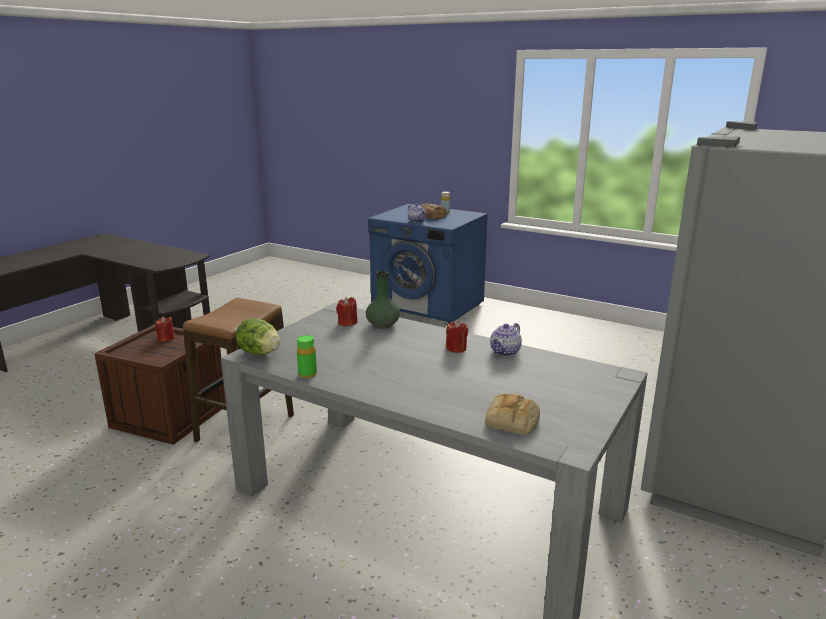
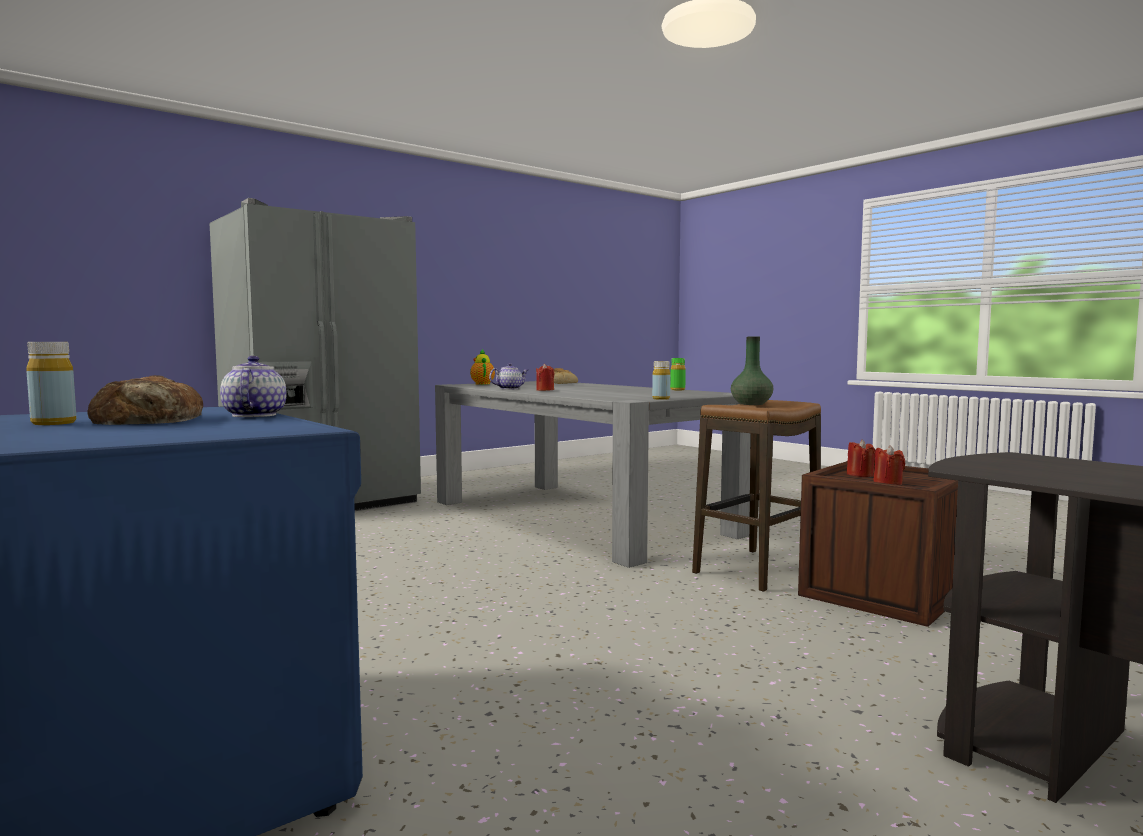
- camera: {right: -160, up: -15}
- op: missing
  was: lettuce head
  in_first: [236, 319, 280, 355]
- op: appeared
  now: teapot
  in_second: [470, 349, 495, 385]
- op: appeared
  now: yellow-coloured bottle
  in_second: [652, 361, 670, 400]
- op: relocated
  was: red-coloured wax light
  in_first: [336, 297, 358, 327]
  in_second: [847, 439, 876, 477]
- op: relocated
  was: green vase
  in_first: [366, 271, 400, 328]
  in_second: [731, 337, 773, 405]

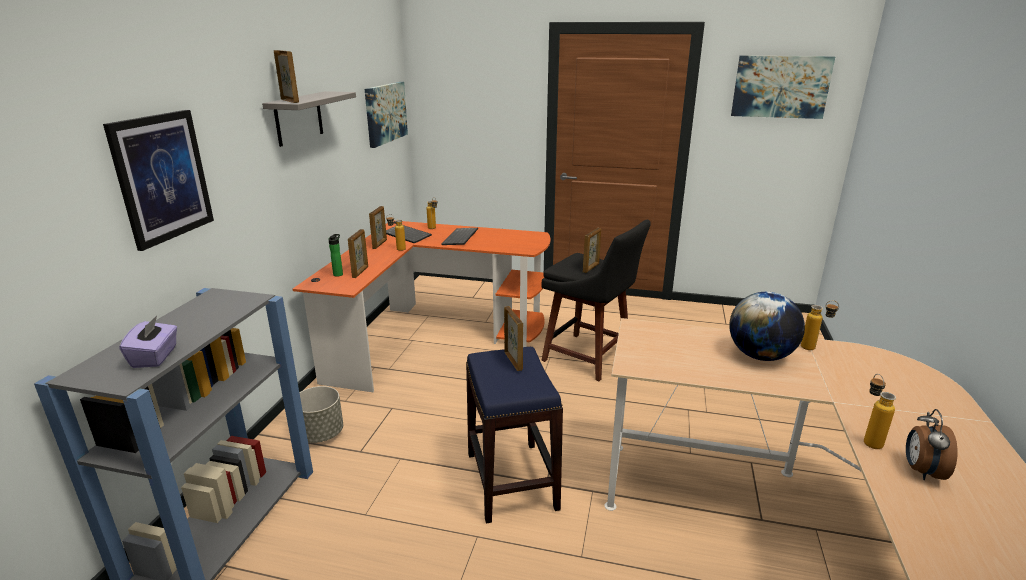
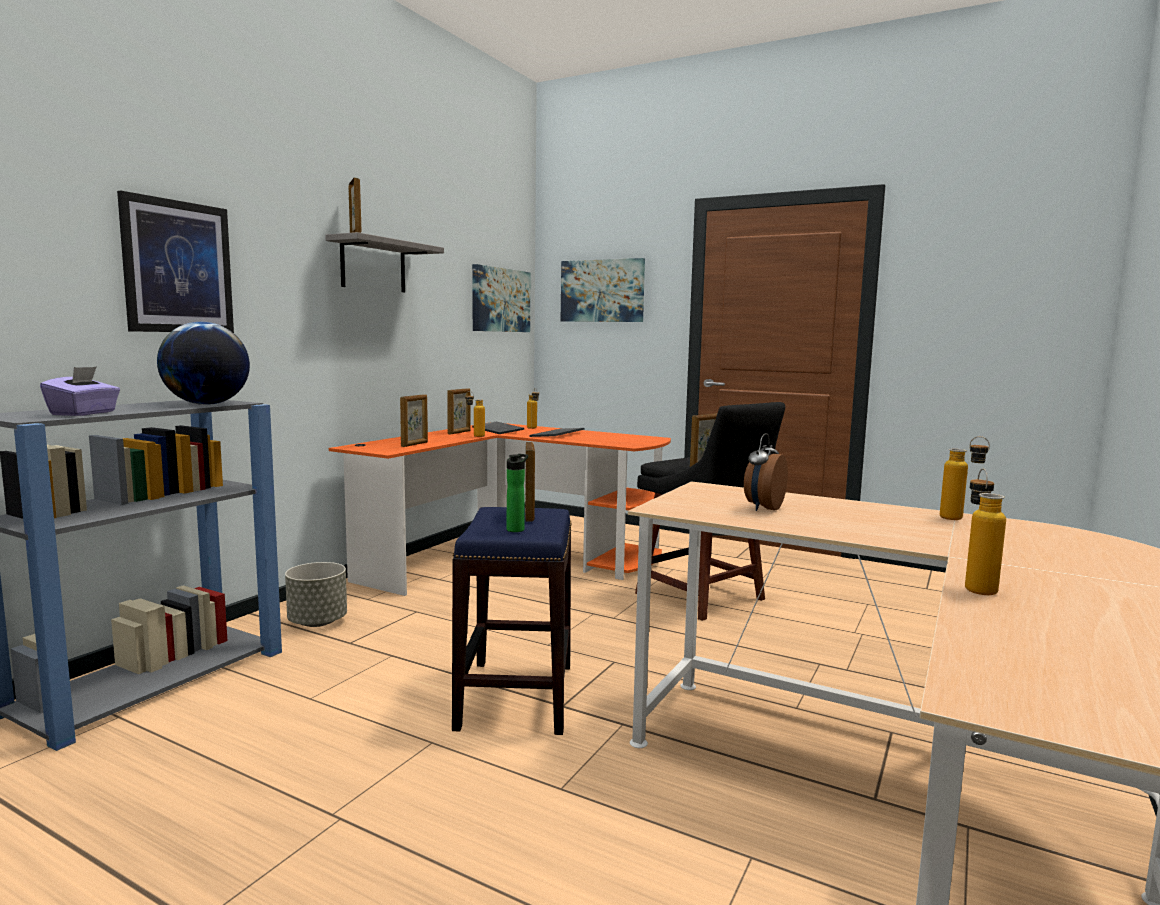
- camera: {right: 15, up: -15}
- op: relocated
  was: bottle
  in_first: [328, 234, 343, 277]
  in_second: [507, 454, 528, 532]
- op: relocated
  was: desk globe
  in_first: [729, 292, 805, 361]
  in_second: [157, 322, 250, 405]
- op: relocated
  was: wall art
  in_first: [731, 56, 835, 119]
  in_second: [561, 258, 645, 322]
- op: relocated
  was: table clock
  in_first: [906, 409, 958, 480]
  in_second: [744, 433, 788, 511]

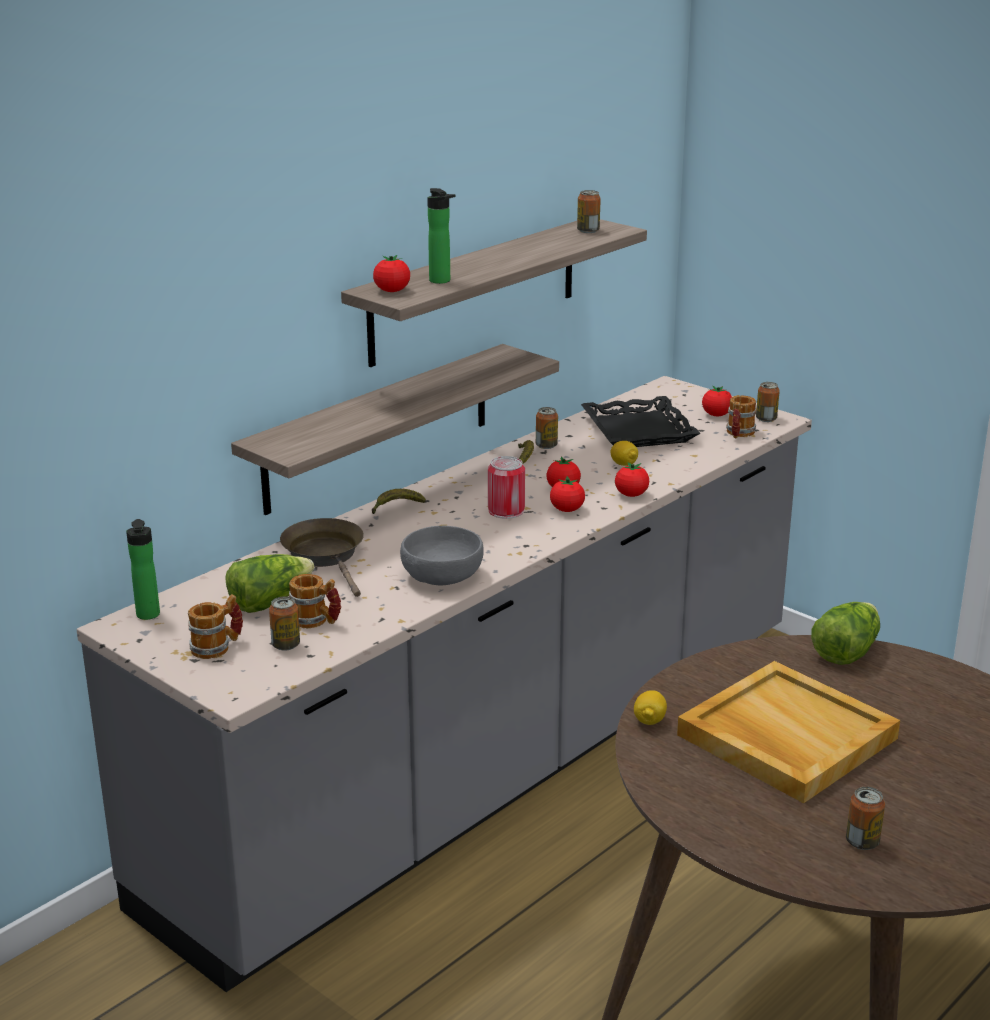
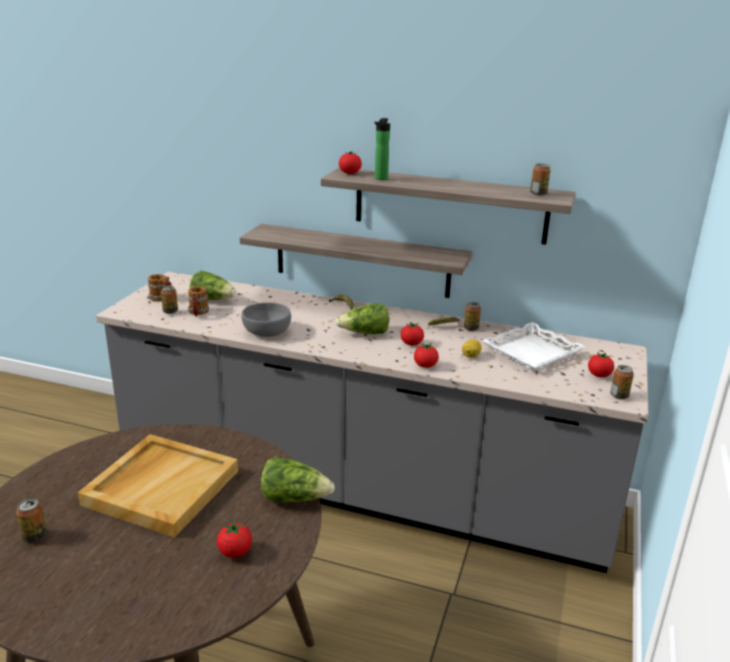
- camera: {right: 65, up: 0}
- op: missing
  was: bottle
  in_first: [126, 519, 160, 620]
- op: missing
  was: brown-coloured skillet
  in_first: [280, 518, 364, 597]
- op: missing
  was: lemon
  in_first: [634, 690, 667, 725]
- op: missing
  was: mug
  in_first: [726, 395, 757, 438]
- op: relocated
  was: fresh tomato
  in_first: [550, 476, 585, 512]
  in_second: [217, 520, 252, 558]
- op: exchanged
  was: can
  now: lettuce head
  in_first: [488, 456, 525, 519]
  in_second: [336, 303, 389, 334]
- op: colour
  was: blackish serving tray
  now: whitish serving tray
  in_first: [581, 396, 701, 447]
  in_second: [482, 322, 585, 371]

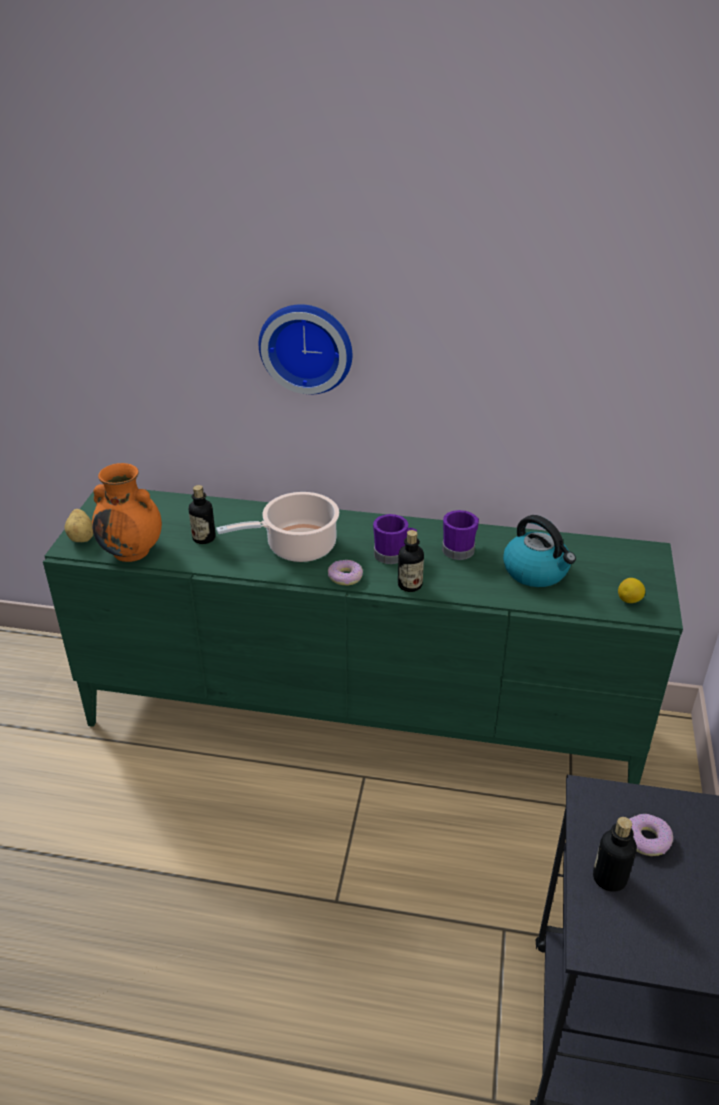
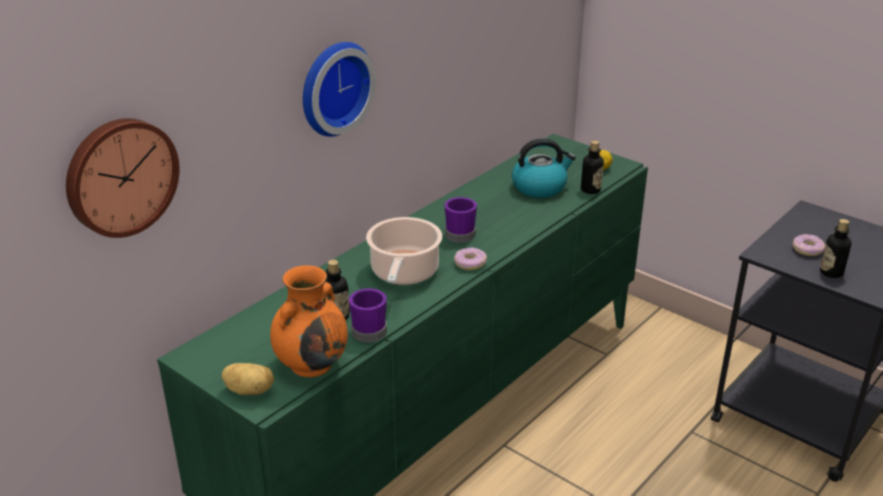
- camera: {right: -60, up: -5}
- op: appeared
  now: hanging clock
  in_second: [66, 118, 180, 238]
- op: relocated
  was: bottle
  in_first: [398, 530, 424, 592]
  in_second: [581, 140, 604, 194]
- op: relocated
  was: purplish mug
  in_first: [442, 510, 479, 560]
  in_second: [349, 288, 387, 342]

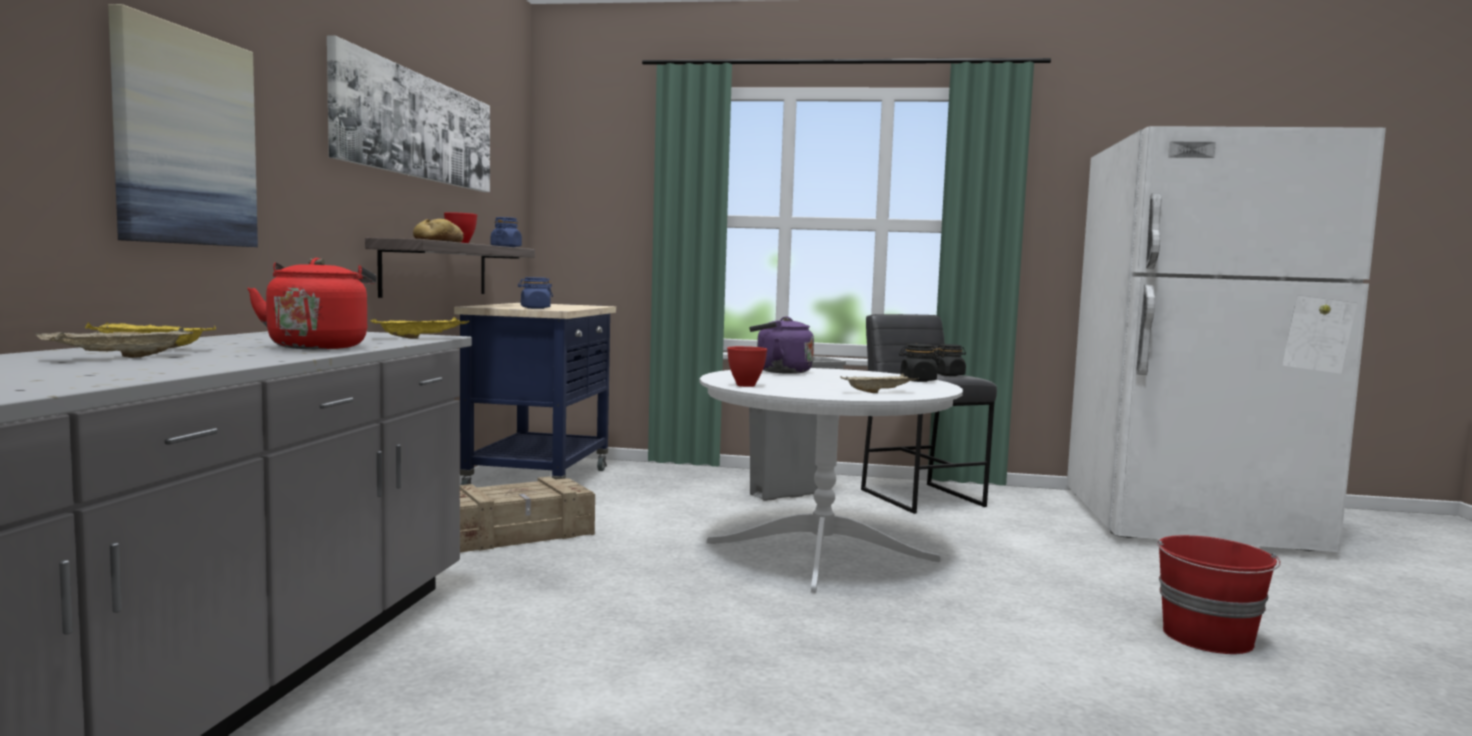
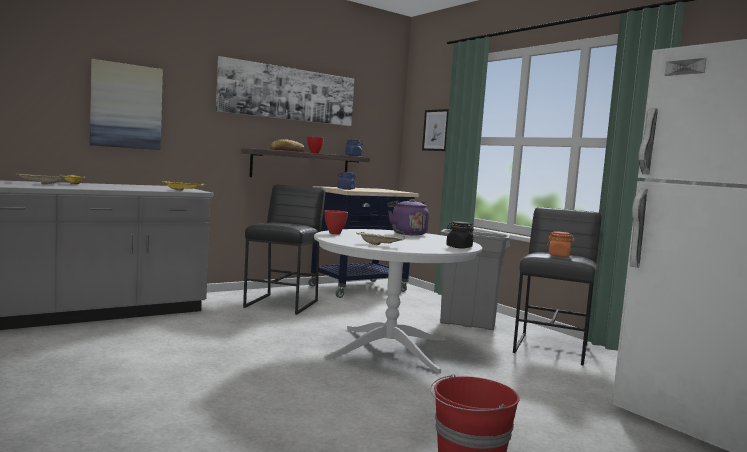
- camera: {right: 45, up: 0}
- op: missing
  was: red-coloured water kettle
  in_first: [247, 258, 377, 349]
- op: appeared
  now: wall art
  in_second: [422, 109, 449, 151]
- op: exchanged
  was: crate
  now: blackish stool
  in_first: [460, 476, 595, 552]
  in_second: [243, 185, 325, 315]
- op: colour
  was: blackish storage jar
  now: orangey storage jar
  in_first: [935, 344, 966, 376]
  in_second: [547, 231, 575, 257]

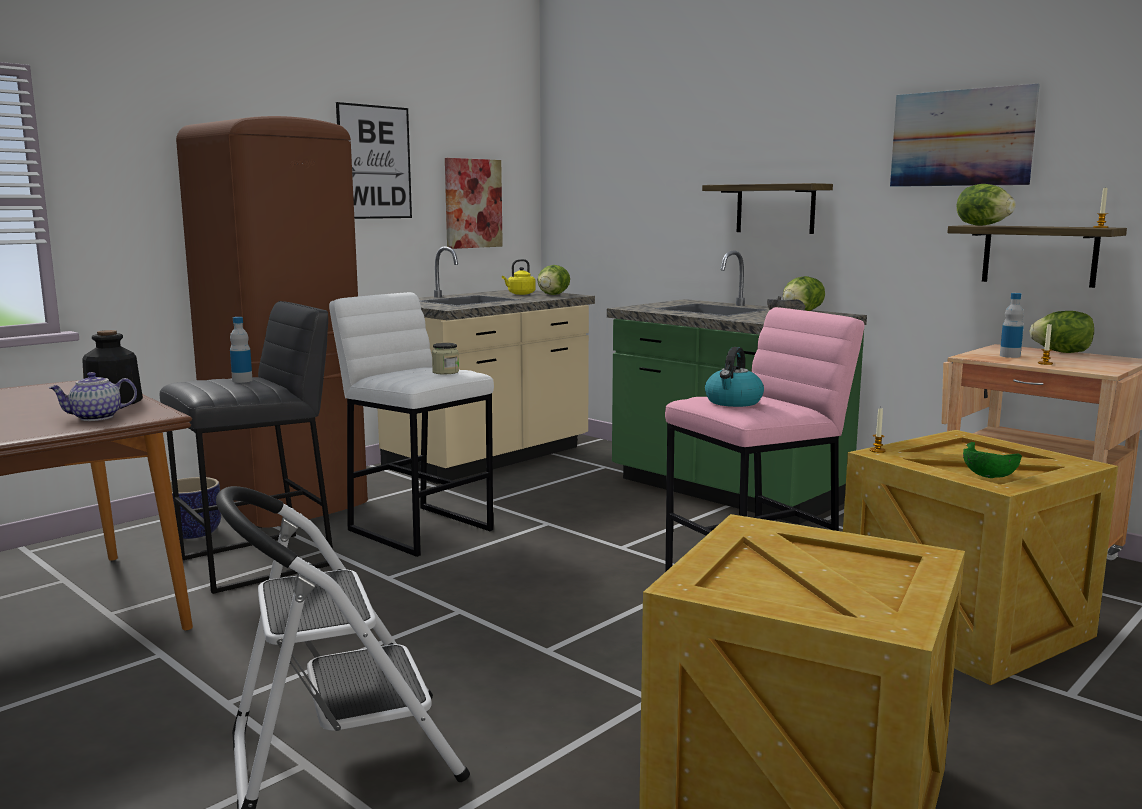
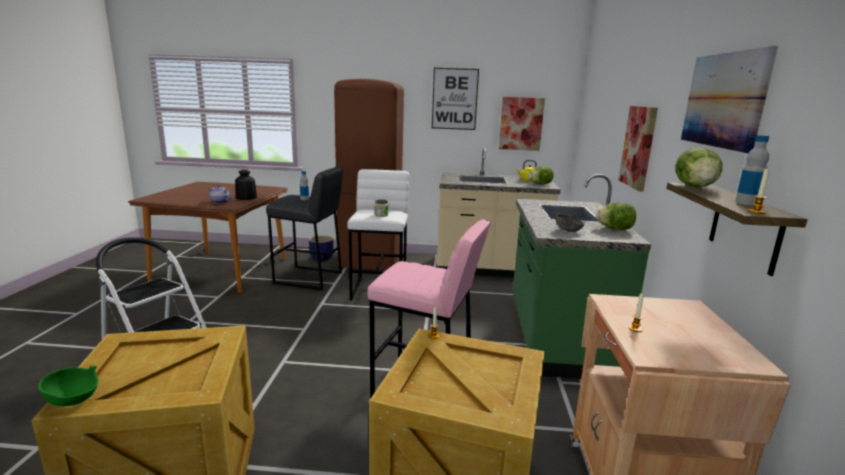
- camera: {right: 50, up: 5}
- op: missing
  was: water kettle
  in_first: [705, 347, 764, 407]
- op: missing
  was: lettuce head
  in_first: [1030, 311, 1094, 353]
- op: relocated
  was: green serving bowl
  in_first: [963, 441, 1022, 478]
  in_second: [38, 365, 98, 406]
- op: relocated
  was: bottle
  in_first: [1000, 293, 1024, 358]
  in_second: [735, 135, 769, 205]
- op: exchanged
  was: shelf
  now: wall art
  in_first: [702, 183, 833, 234]
  in_second: [618, 106, 658, 192]

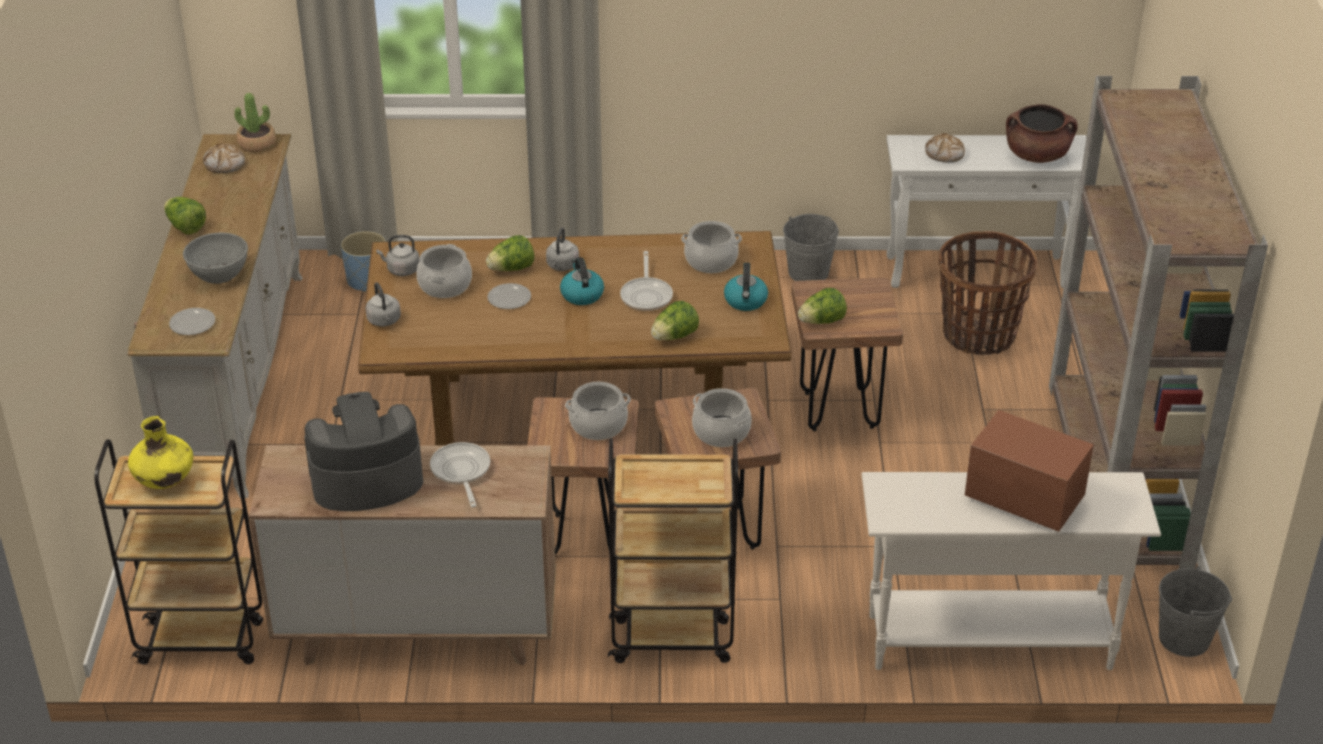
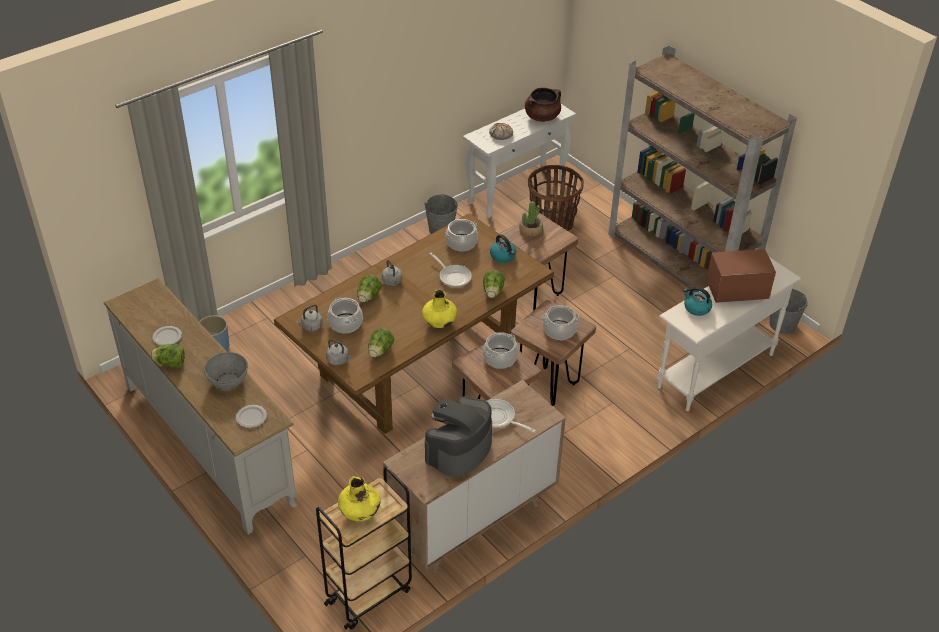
- camera: {right: -40, up: 5}
- op: missing
  was: bread
  in_first: [203, 144, 245, 173]
- op: missing
  was: brown-coloured wheeled cart
  in_first: [608, 438, 738, 663]
- op: appeared
  now: yellow-coloured vase
  in_second: [422, 290, 457, 328]
- op: relocated
  was: houseplant
  in_first: [234, 93, 276, 152]
  in_second: [519, 201, 543, 236]
- op: relocated
  was: plate
  in_first: [487, 283, 531, 309]
  in_second: [152, 326, 182, 346]
- op: relocated
  was: water kettle
  in_first: [560, 257, 604, 305]
  in_second: [683, 287, 712, 316]
- op: relocated
  was: lettuce head
  in_first: [798, 288, 847, 324]
  in_second: [368, 328, 394, 357]

